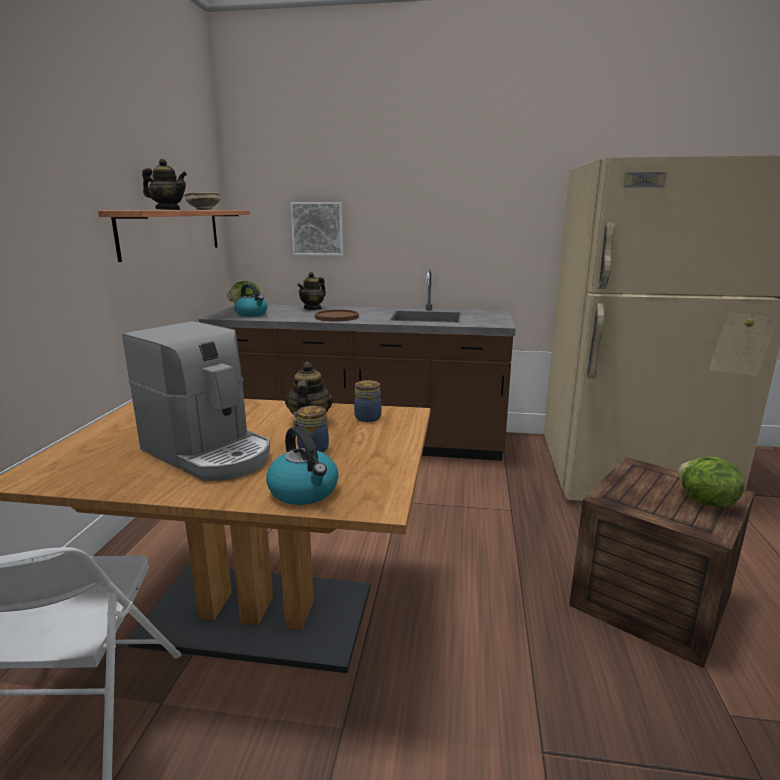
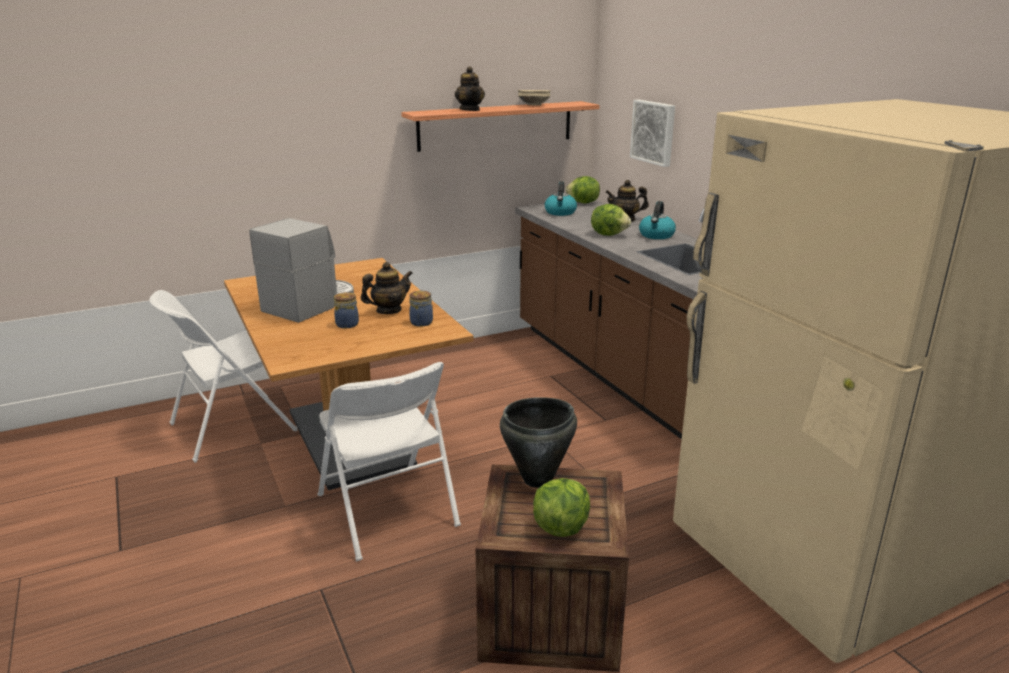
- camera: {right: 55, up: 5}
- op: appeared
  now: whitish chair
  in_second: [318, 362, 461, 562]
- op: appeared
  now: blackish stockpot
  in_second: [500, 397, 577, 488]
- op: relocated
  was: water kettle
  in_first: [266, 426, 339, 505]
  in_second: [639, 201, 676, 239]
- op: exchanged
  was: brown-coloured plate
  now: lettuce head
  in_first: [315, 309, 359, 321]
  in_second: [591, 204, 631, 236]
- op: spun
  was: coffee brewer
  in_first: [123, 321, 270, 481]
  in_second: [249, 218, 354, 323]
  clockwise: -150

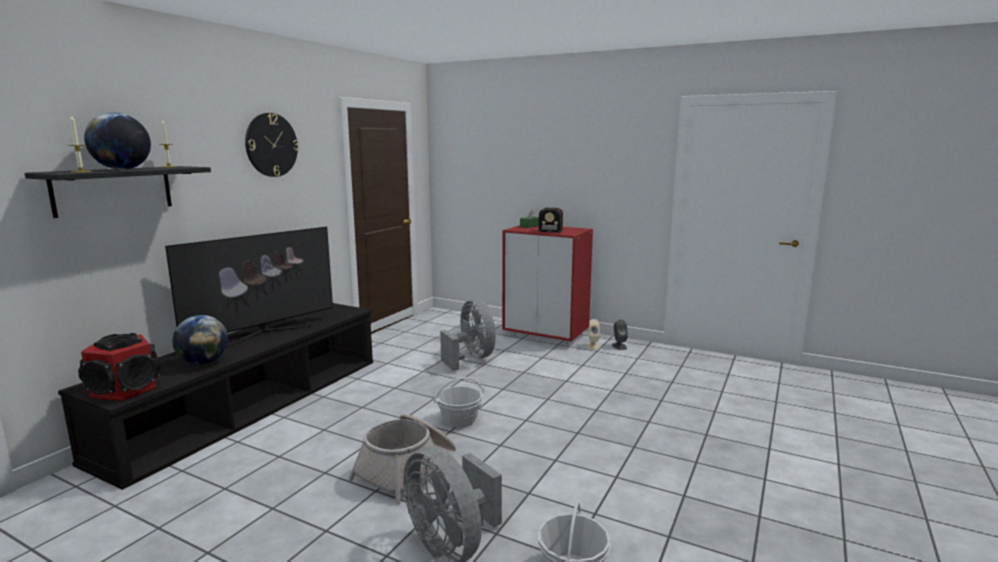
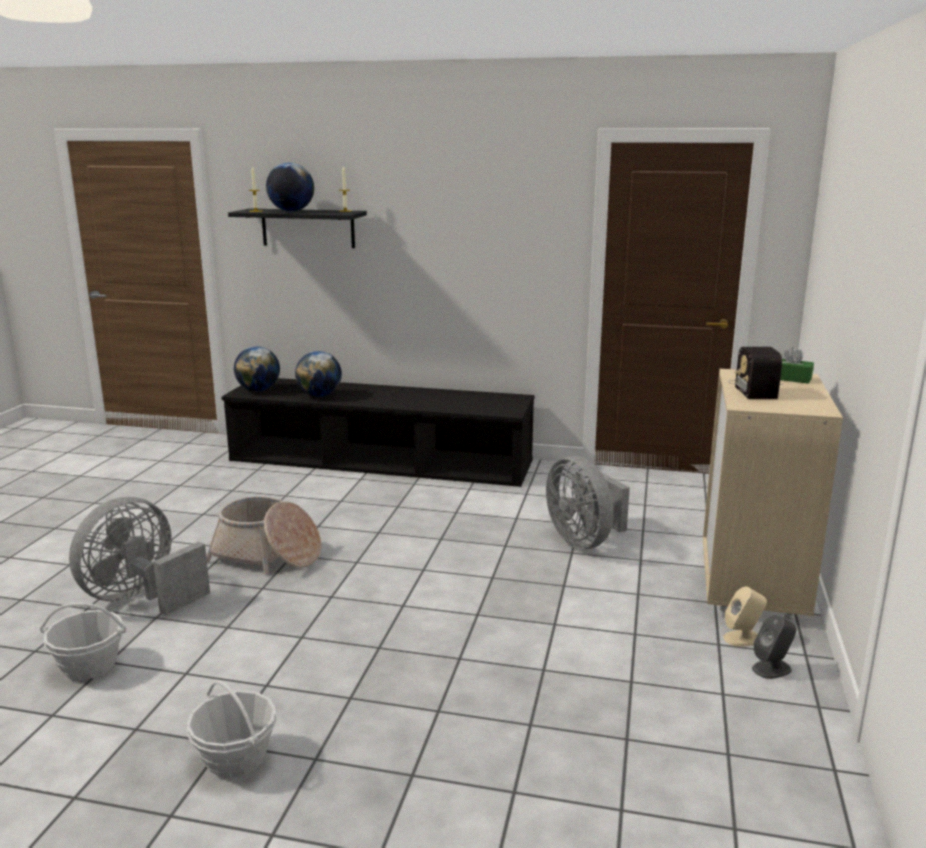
- camera: {right: 75, up: 5}
- op: missing
  was: television
  in_first: [165, 227, 333, 347]
- op: missing
  was: hanging clock
  in_first: [245, 113, 299, 177]
- op: relocated
  was: storage basket
  in_first: [434, 377, 484, 428]
  in_second: [187, 680, 276, 778]
- op: exchanged
  was: speaker
  now: desk globe
  in_first: [78, 333, 161, 401]
  in_second: [234, 346, 280, 391]
- op: colour
  was: red-coloured storage cabinet
  now: beige-coloured storage cabinet
  in_first: [502, 225, 593, 345]
  in_second: [703, 369, 843, 620]
- op: spun
  was: gray fan
  in_first: [440, 299, 496, 371]
  in_second: [546, 456, 630, 549]
  clockwise: 105

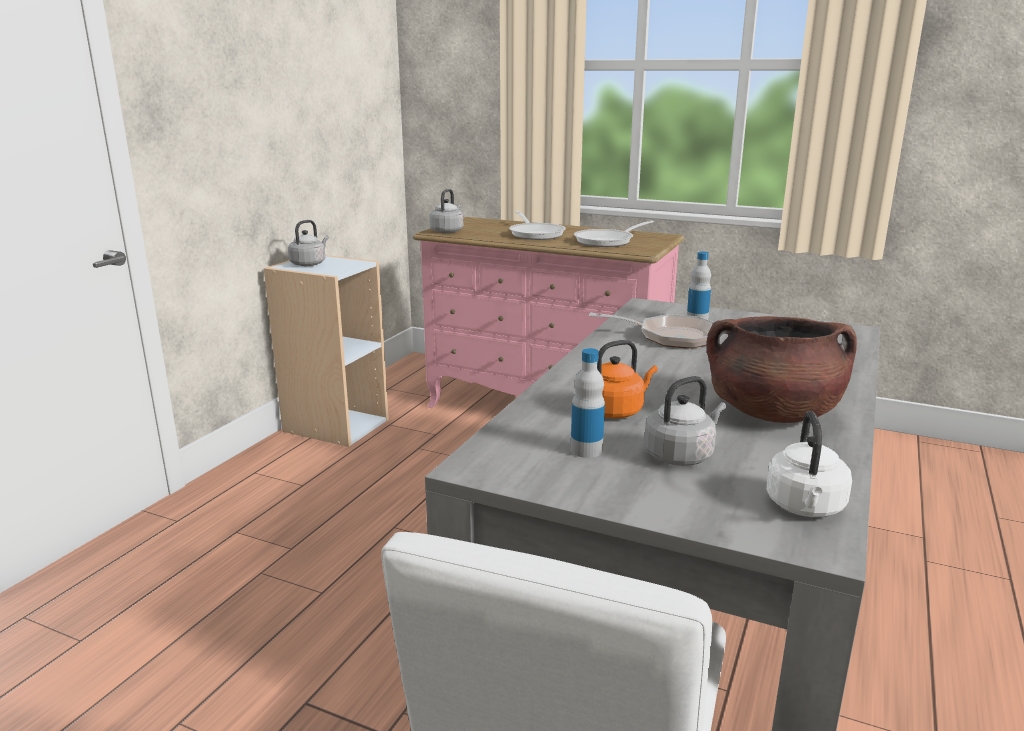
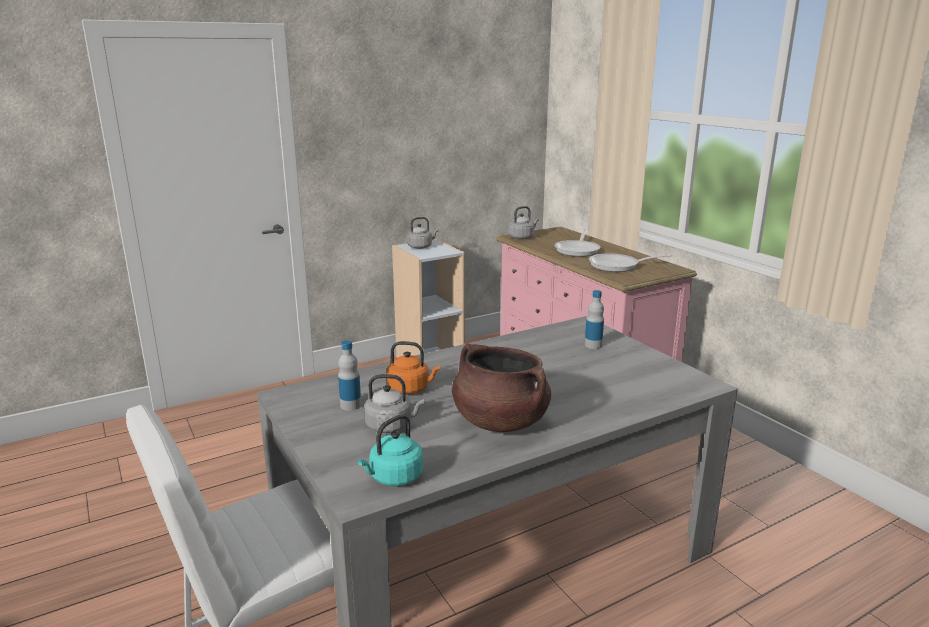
- camera: {right: 35, up: 0}
- op: missing
  was: skillet
  in_first: [589, 313, 714, 349]
- op: colour
  was: whitish water kettle
  now: turquoise-coloured water kettle
  in_first: [766, 411, 852, 517]
  in_second: [357, 415, 423, 486]

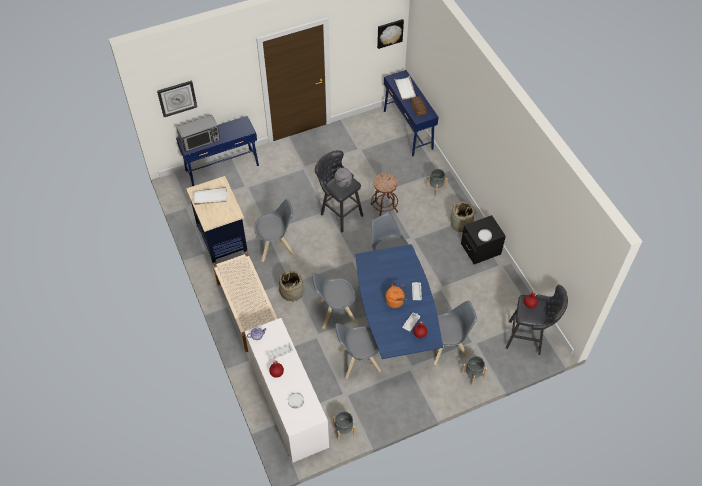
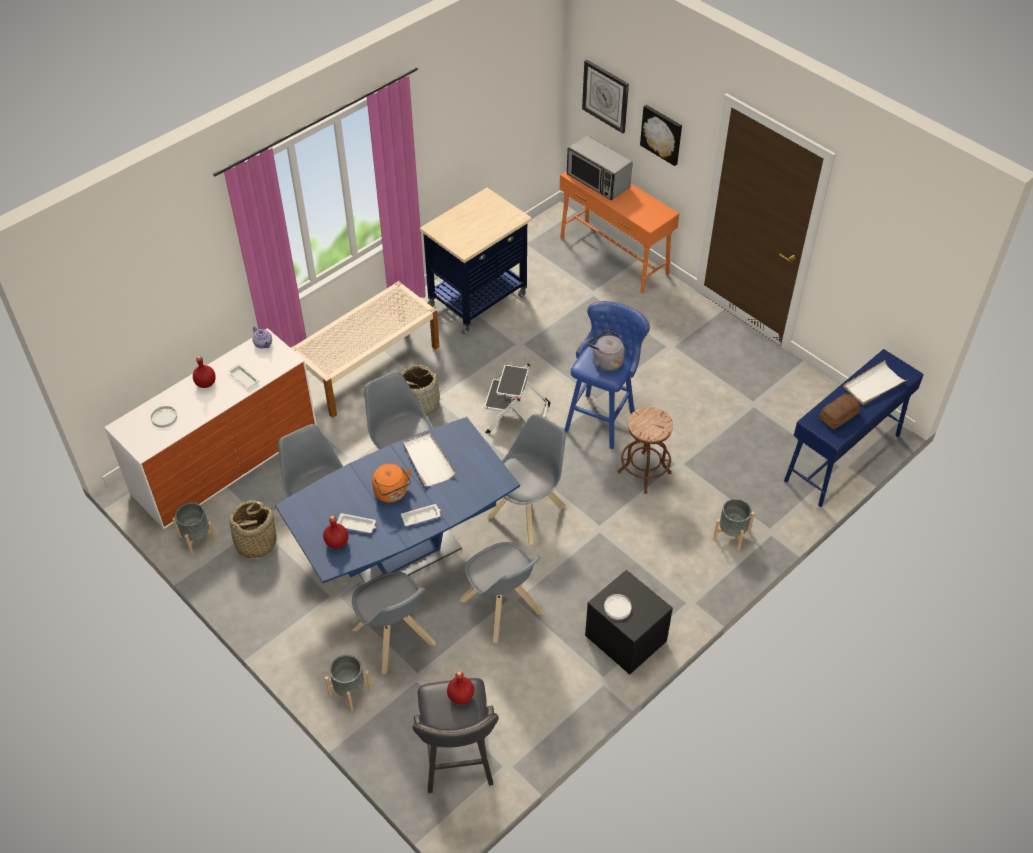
- camera: {right: 70, up: -5}
- op: appeared
  now: step ladder
  in_second: [484, 363, 551, 434]
- op: relocated
  was: whitish serving tray
  in_first: [194, 187, 227, 205]
  in_second: [403, 432, 456, 486]
- op: relocated
  was: gray chair
  in_first: [255, 199, 294, 262]
  in_second: [460, 542, 543, 643]
- op: relocated
  was: wall art
  in_first: [377, 19, 404, 49]
  in_second: [640, 105, 682, 166]
- op: relocated
  was: storage basket
  in_first: [451, 201, 475, 232]
  in_second: [229, 500, 277, 558]
- op: colour
  was: blue hall table
  now: orangey hall table
  in_first: [176, 116, 259, 186]
  in_second: [560, 171, 679, 293]
- op: colour
  was: blackish stool
  now: blue stool
  in_first: [315, 150, 363, 232]
  in_second: [565, 301, 650, 449]

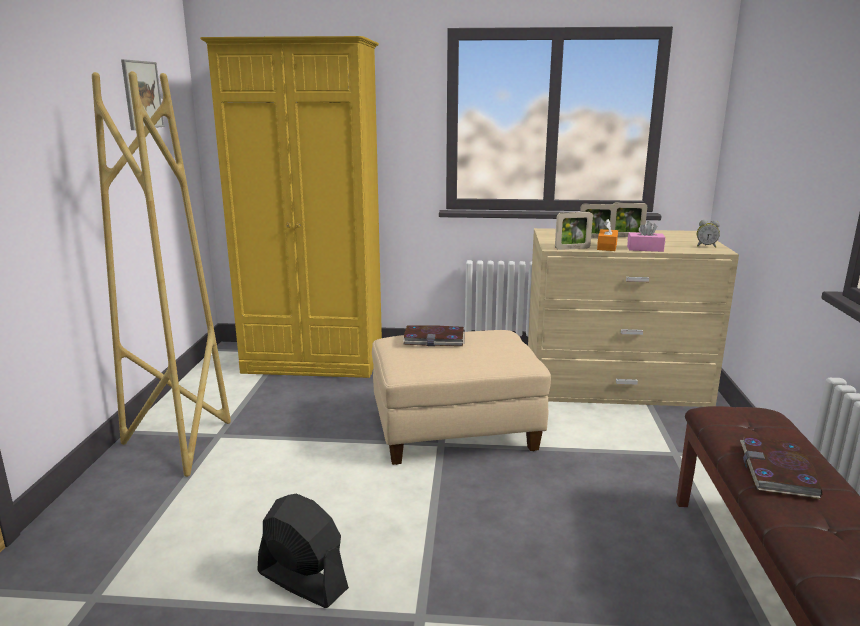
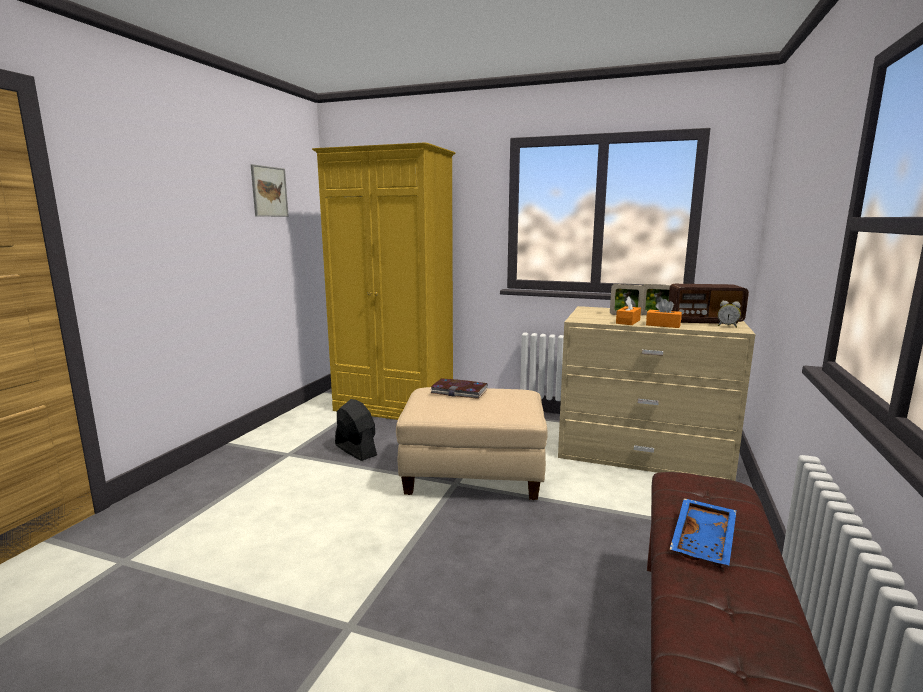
- camera: {right: 15, up: -5}
- op: missing
  was: yellow-coloured garment stand
  in_first: [92, 71, 231, 477]
- op: missing
  was: standing frame
  in_first: [555, 212, 593, 250]
- op: appeared
  now: radio receiver
  in_second: [668, 284, 749, 324]
- op: relocated
  was: blackish fan
  in_first: [257, 494, 349, 608]
  in_second: [335, 399, 377, 461]
- op: exchanged
  was: bound book
  now: blue serving tray
  in_first: [740, 436, 822, 499]
  in_second: [669, 498, 737, 565]
- op: colour
  was: pink tissue holder
  now: orangey tissue holder
  in_first: [627, 221, 666, 252]
  in_second: [646, 299, 682, 328]

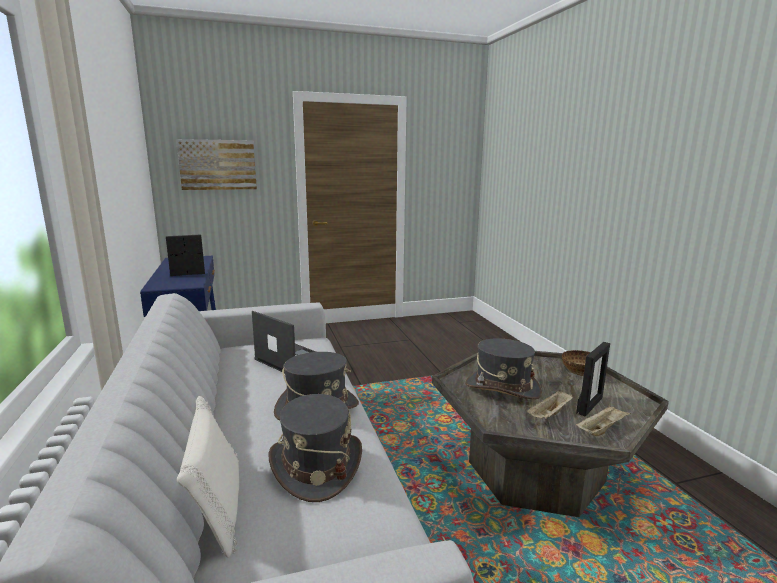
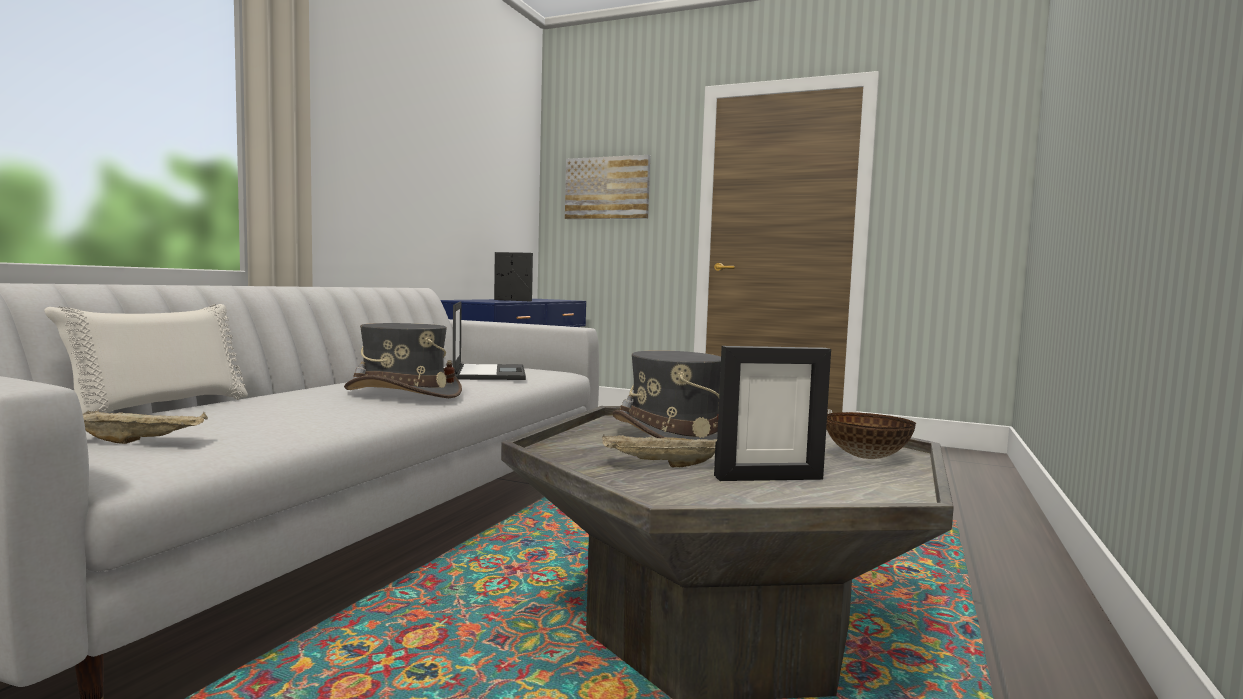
- camera: {right: 40, up: -10}
- op: missing
  was: gray hat
  in_first: [268, 394, 362, 502]
- op: relocated
  was: beige-coloured serving tray
  in_first: [576, 404, 631, 436]
  in_second: [83, 410, 208, 444]

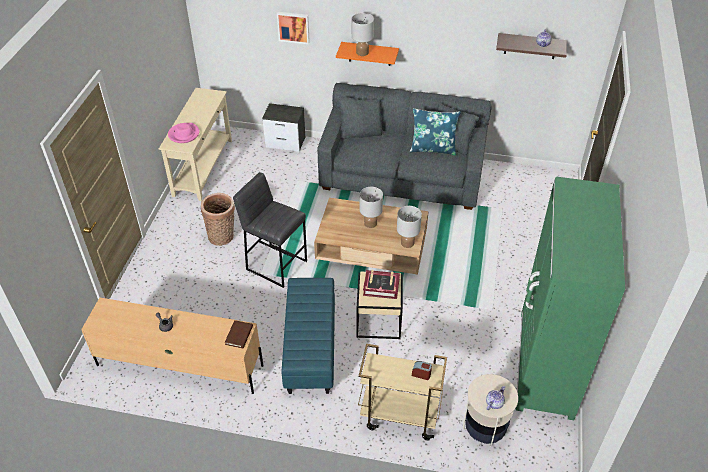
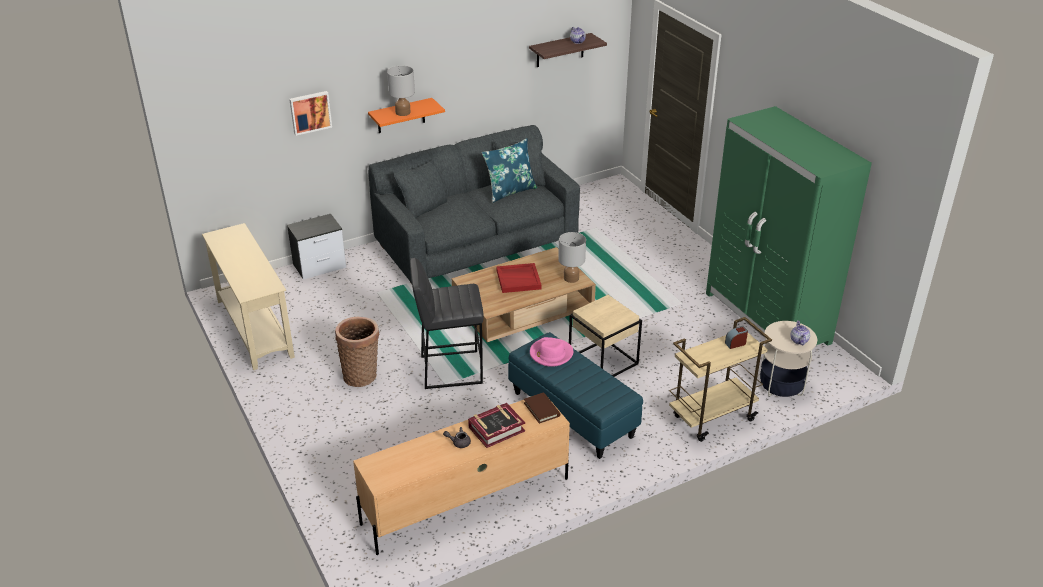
- camera: {right: -40, up: -10}
- op: relocated
  was: pink hat
  in_first: [168, 123, 199, 143]
  in_second: [530, 337, 573, 367]
- op: relocated
  was: bound book
  in_first: [363, 270, 400, 299]
  in_second: [468, 403, 525, 448]
- op: exchanged
  was: gray lamp for a table
  now: red-coloured serving tray
  in_first: [359, 187, 383, 228]
  in_second: [497, 263, 541, 293]

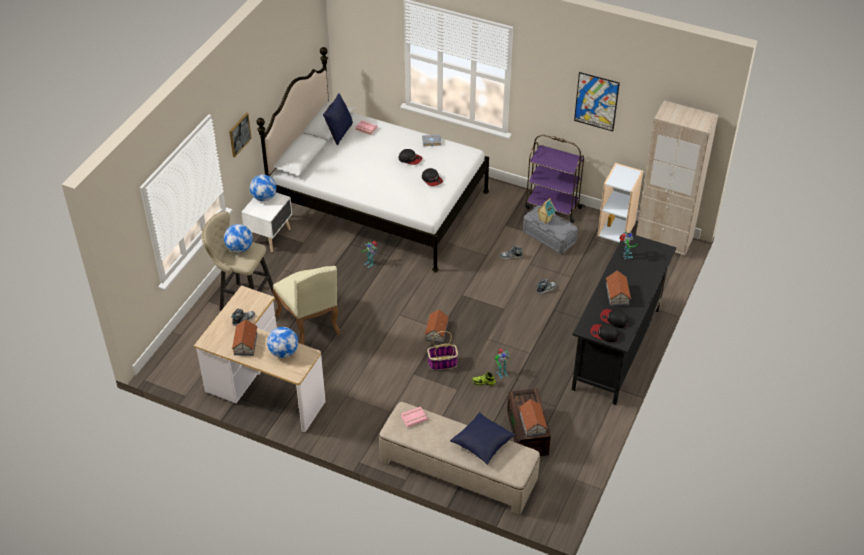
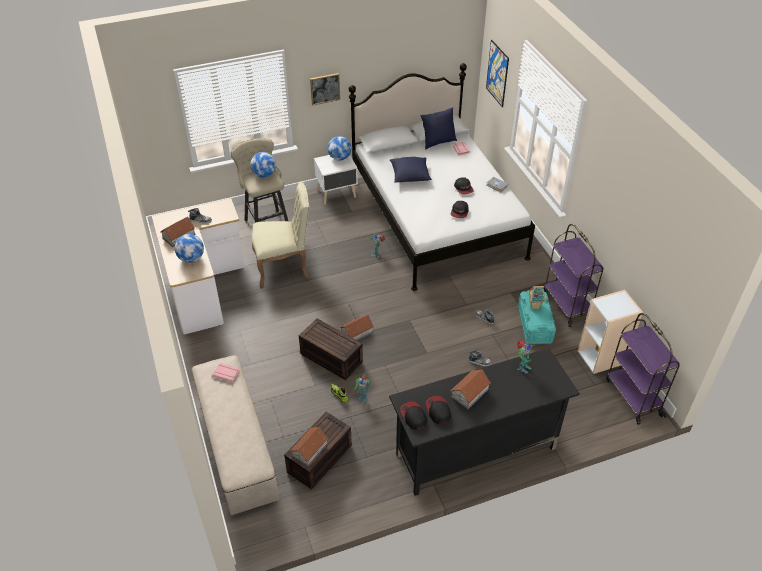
- camera: {right: 45, up: 0}
- op: relocated
  was: blue throw pillow
  in_first: [450, 412, 516, 465]
  in_second: [390, 157, 432, 183]
- op: relocated
  was: wall art
  in_first: [574, 72, 620, 131]
  in_second: [486, 40, 509, 107]
- op: exchanged
  was: storage basket
  now: brown-coloured storage container
  in_first: [427, 331, 458, 370]
  in_second: [299, 318, 363, 380]
- op: exchanged
  was: beige-coloured storage cabinet
  now: purplish wheeled cart
  in_first: [636, 100, 718, 255]
  in_second: [606, 313, 680, 425]
- op: colour
  was: gray storage container
  now: turquoise-coloured storage container
  in_first: [523, 206, 578, 253]
  in_second: [518, 290, 556, 344]
- op: spun
  was: beige-coloured chair
  in_first: [273, 266, 340, 345]
  in_second: [252, 182, 309, 289]
  clockwise: -120

